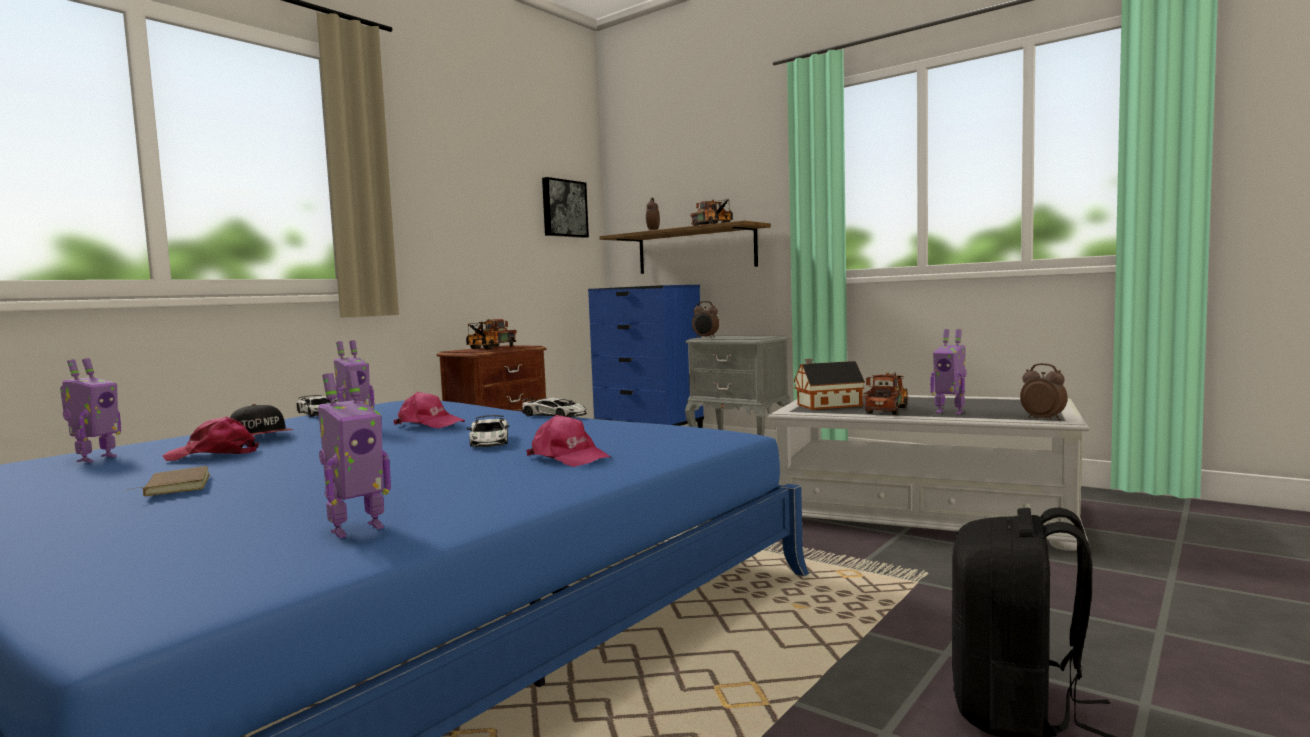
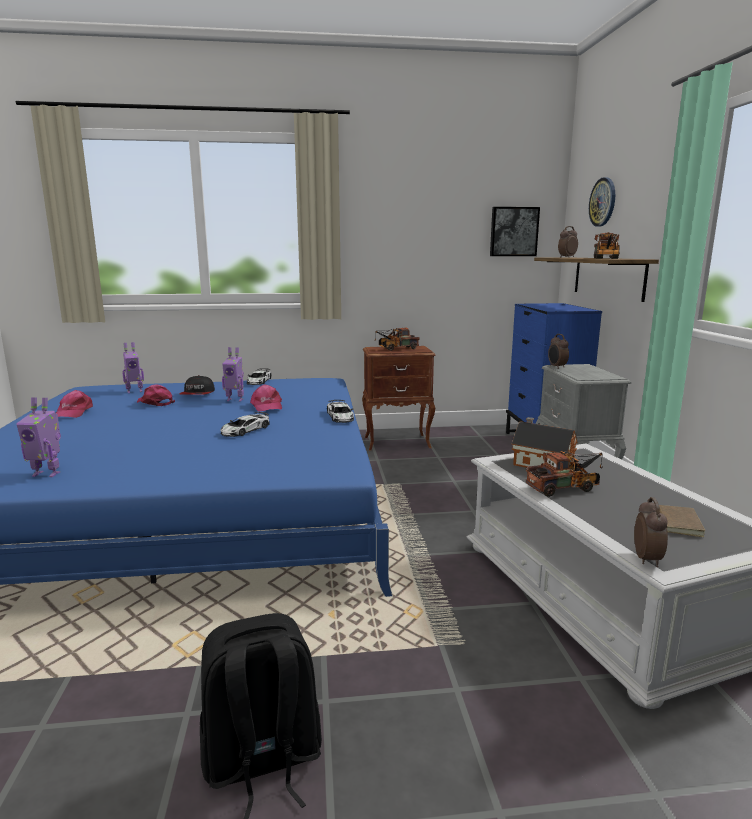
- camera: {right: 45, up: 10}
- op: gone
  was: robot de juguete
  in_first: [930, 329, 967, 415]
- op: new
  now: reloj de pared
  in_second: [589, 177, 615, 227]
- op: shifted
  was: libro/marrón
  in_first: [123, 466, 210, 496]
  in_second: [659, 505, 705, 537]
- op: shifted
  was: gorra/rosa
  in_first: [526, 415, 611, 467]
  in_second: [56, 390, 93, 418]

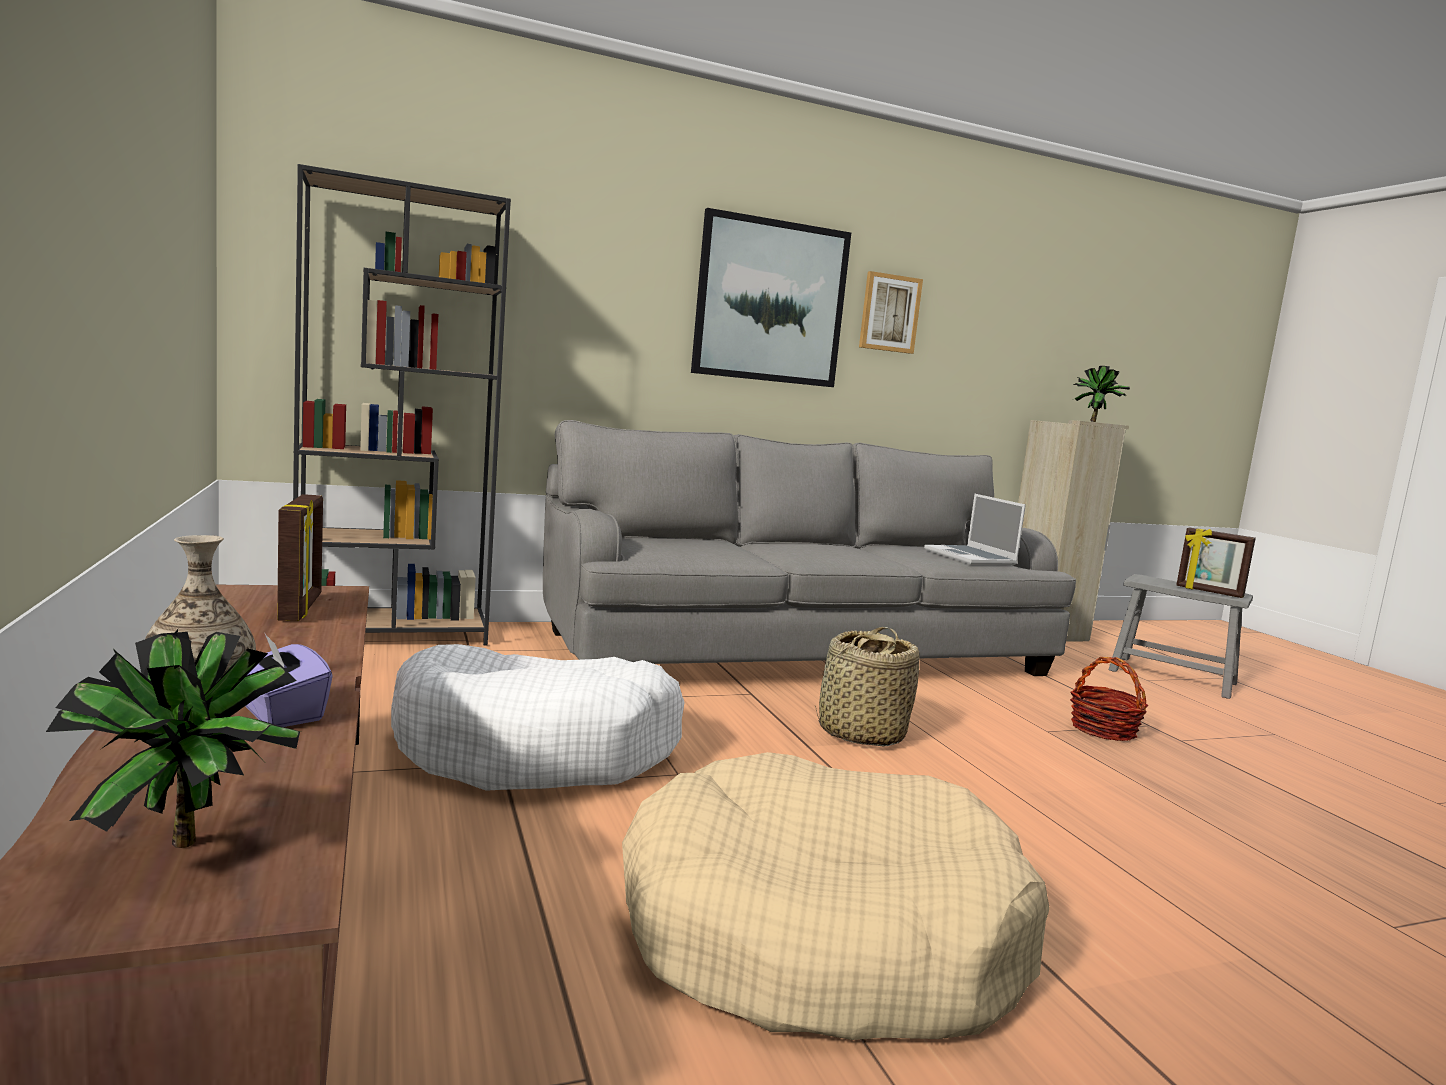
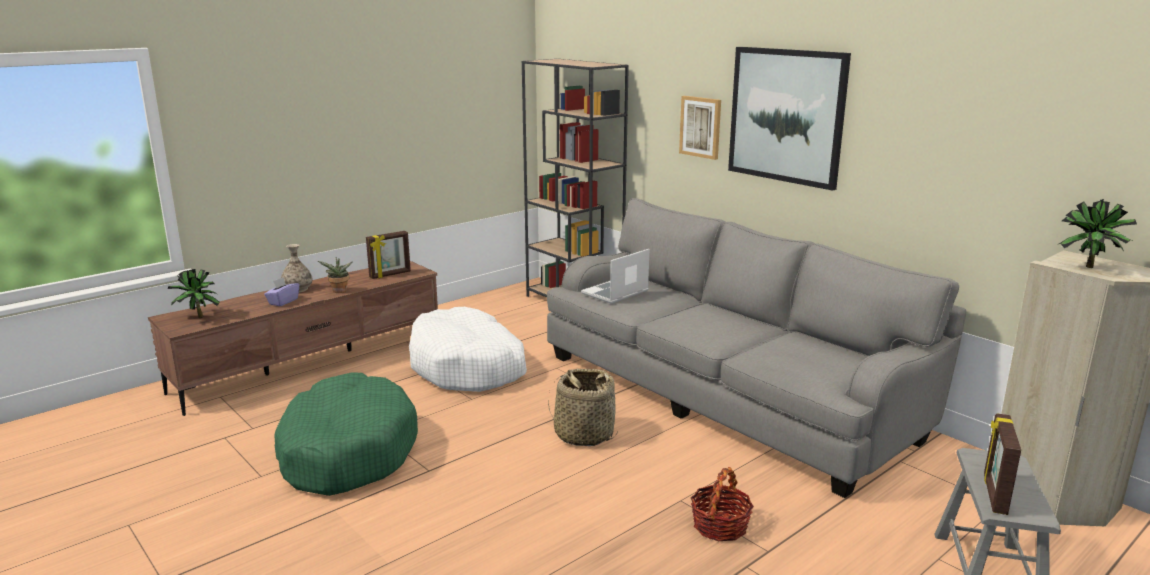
- camera: {right: 70, up: 10}
- op: new
  now: planta en maceta
  in_second: [318, 257, 352, 293]
- op: shifted
  was: cuadro
  in_first: [859, 271, 923, 354]
  in_second: [679, 96, 721, 160]
- op: shifted
  was: portátil
  in_first: [924, 494, 1026, 565]
  in_second: [581, 249, 649, 304]
- op: repainted
  was: cama para perro/beis
  now: cama para perro/verde
  in_first: [622, 752, 1050, 1040]
  in_second: [274, 372, 418, 496]

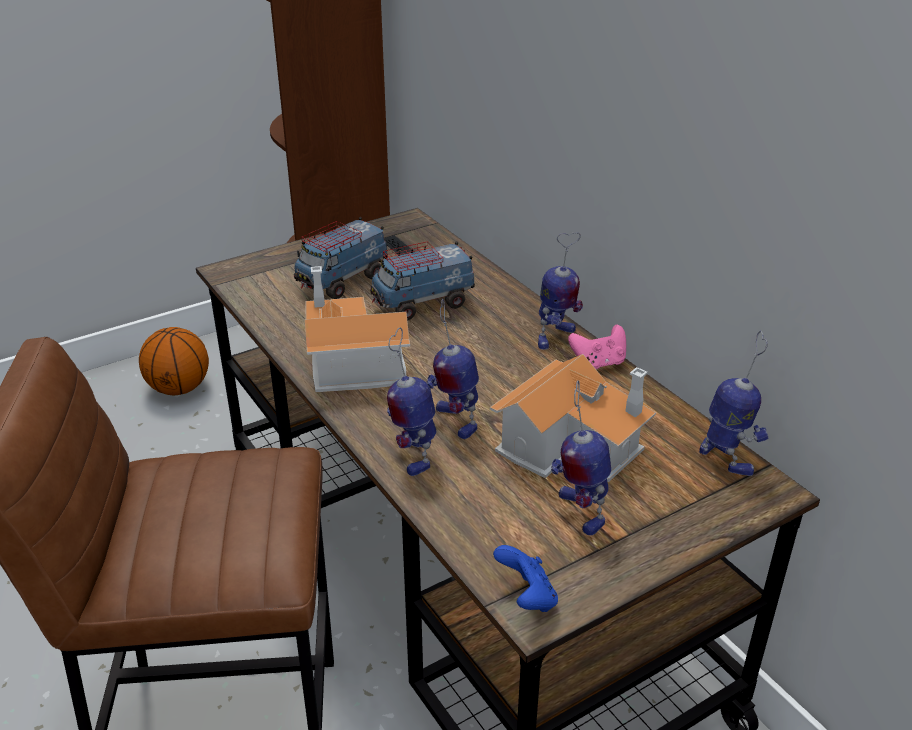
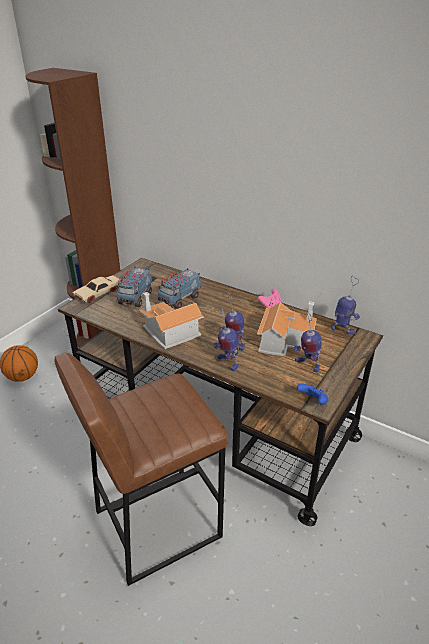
- camera: {right: -25, up: 0}
- op: gone
  was: robot de juguete
  in_first: [538, 232, 583, 350]
- op: new
  now: coche de juguete/beis
  in_second: [72, 275, 121, 303]

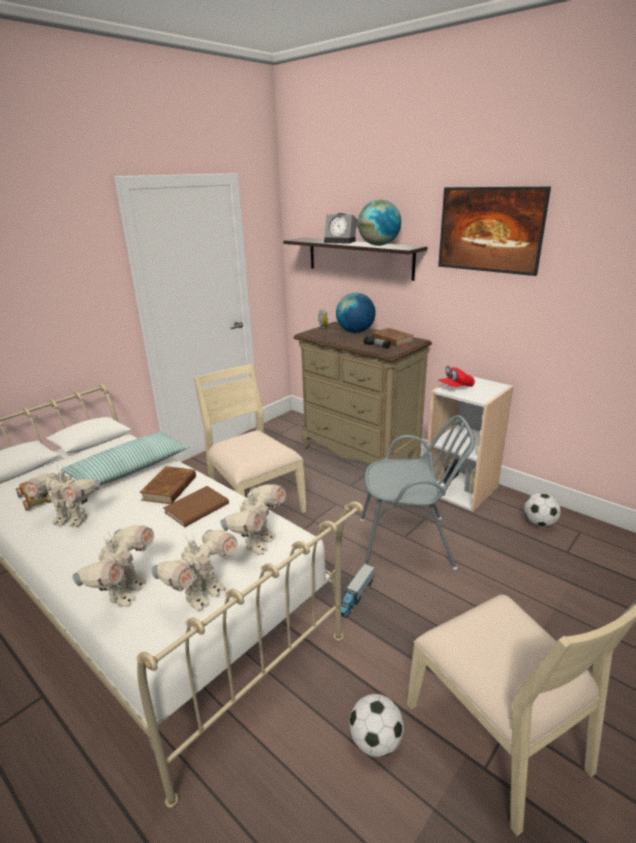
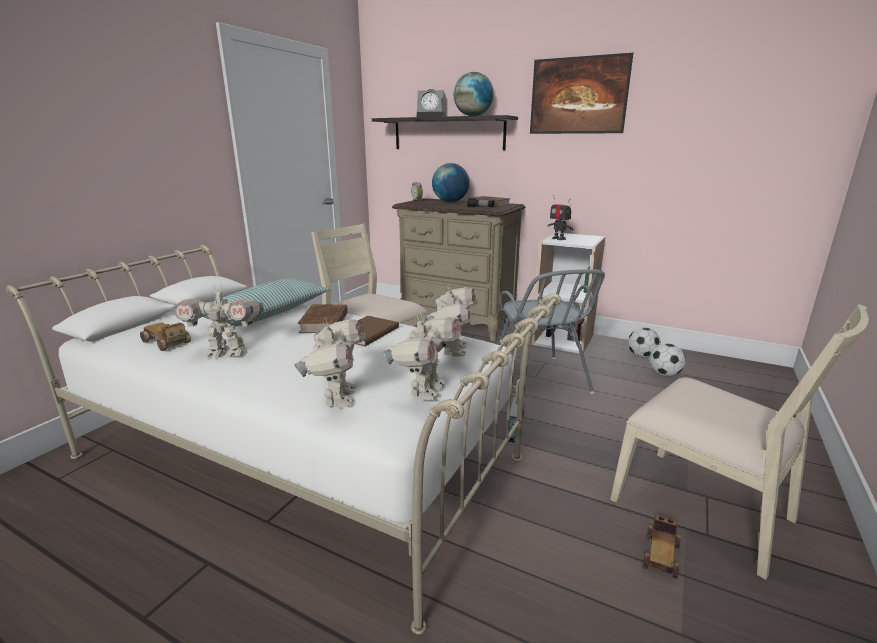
- camera: {right: -15, up: -5}
- op: new
  now: coche de juguete
  in_second: [643, 515, 681, 579]
- op: shifted
  was: balón de fútbol
  in_first: [350, 694, 404, 757]
  in_second: [649, 343, 686, 376]
- op: swapped
  was: gorra/rojo
  now: robot de juguete
  in_first: [438, 366, 475, 387]
  in_second: [547, 204, 573, 240]
- op: rotated
  was: silla/gris
  in_first: [360, 415, 475, 570]
  in_second: [498, 269, 605, 394]
  clockwise: 90

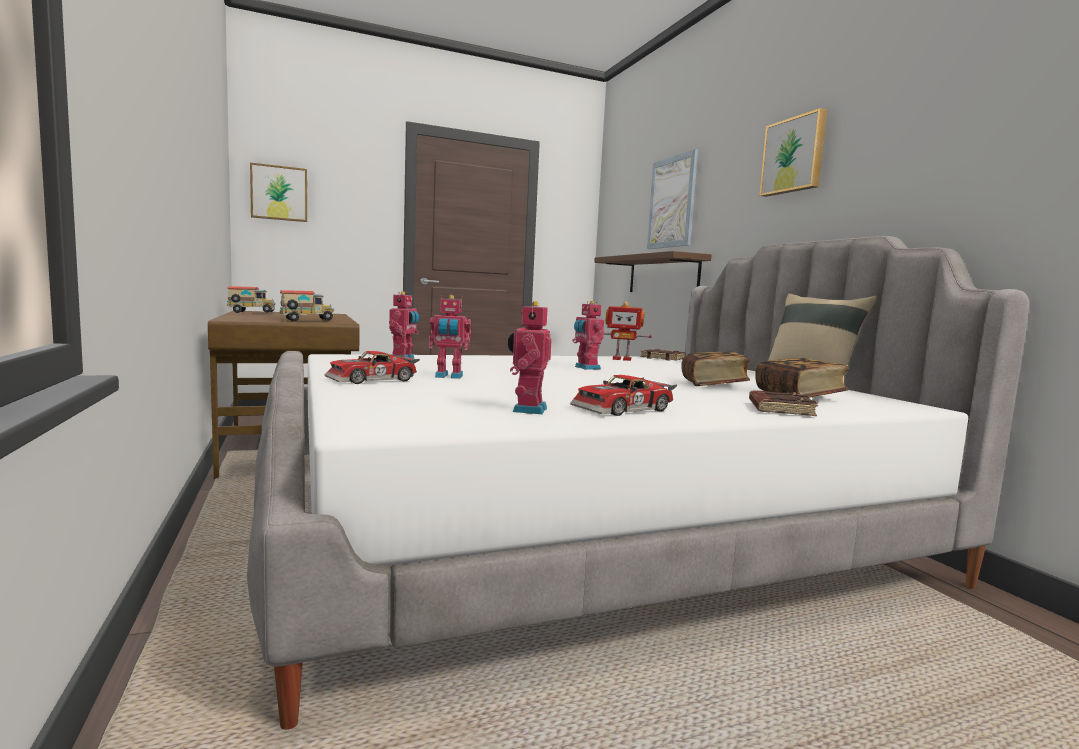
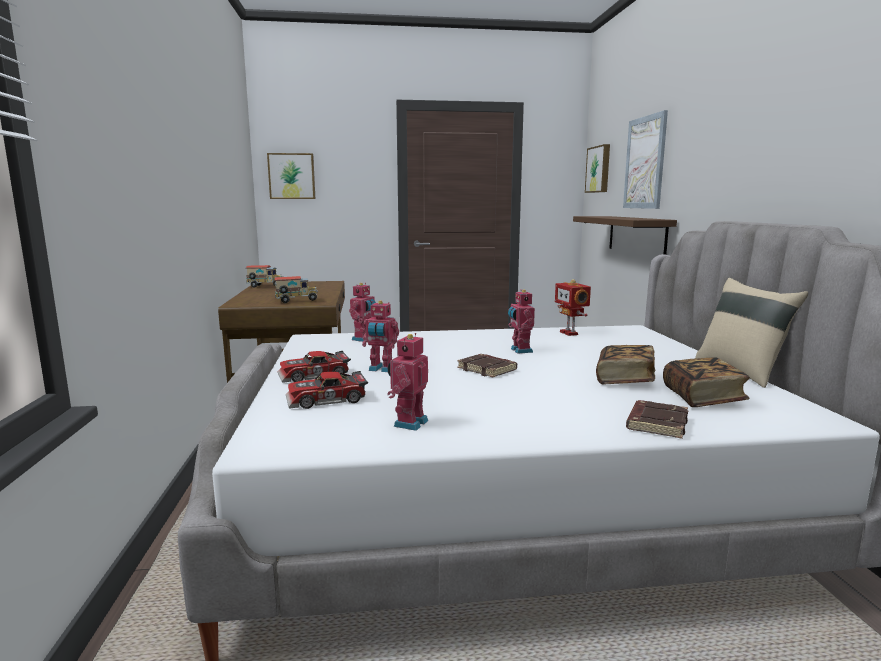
- camera: {right: 15, up: 5}
- op: shifted
  was: coche de juguete
  in_first: [570, 375, 677, 416]
  in_second: [286, 371, 368, 409]
- op: shifted
  was: libro/marrón
  in_first: [640, 349, 686, 361]
  in_second: [457, 354, 517, 377]
- op: shifted
  was: cuadro
  in_first: [759, 108, 827, 197]
  in_second: [585, 144, 610, 193]
- op: rotated
  was: robot de juguete
  in_first: [604, 302, 652, 361]
  in_second: [555, 279, 591, 336]
  clockwise: 45

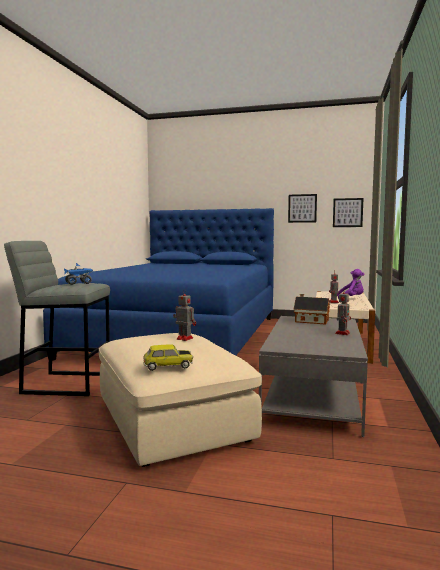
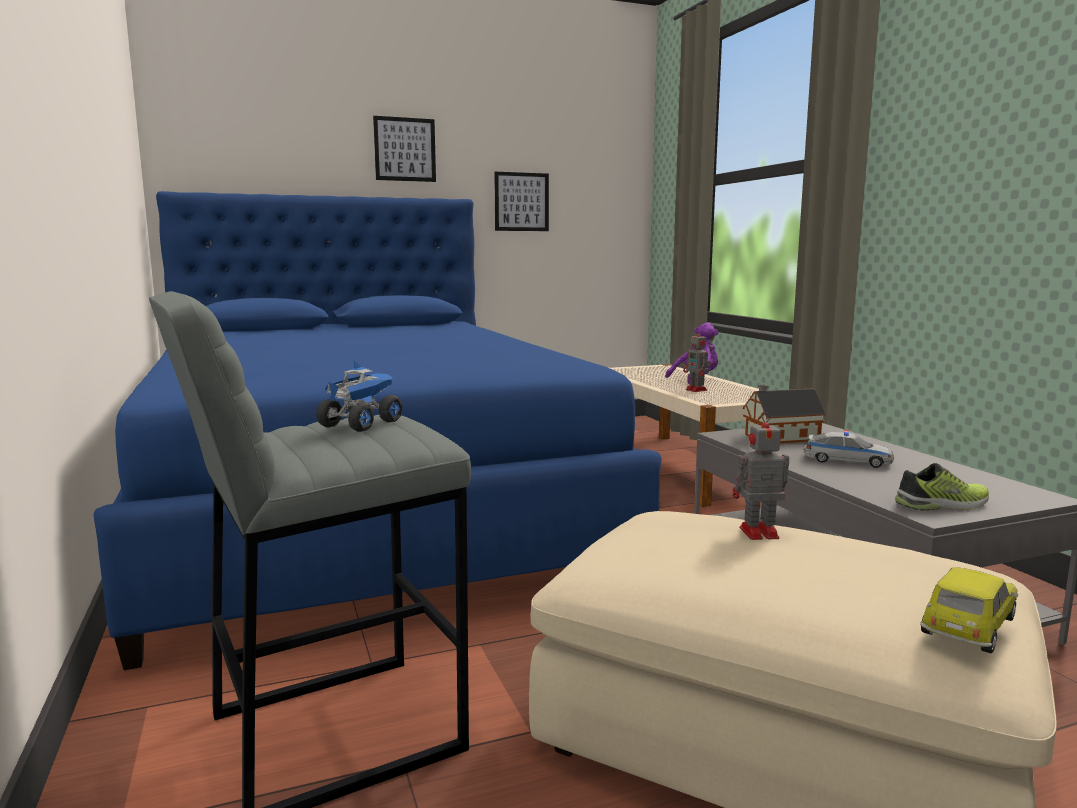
- camera: {right: -35, up: 5}
- op: gone
  was: robot de juguete
  in_first: [335, 289, 351, 335]
- op: new
  now: coche de juguete
  in_second: [804, 430, 894, 468]
- op: new
  now: zapato
  in_second: [895, 463, 989, 511]
- op: shifted
  was: cuadro
  in_first: [333, 198, 363, 227]
  in_second: [373, 116, 436, 182]

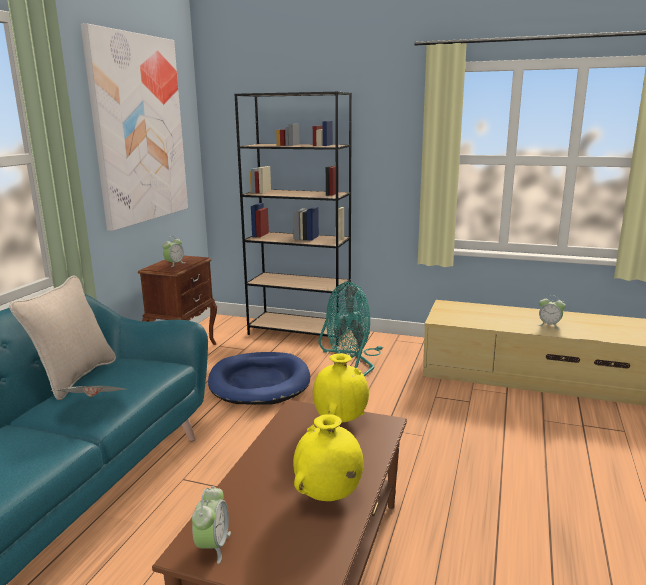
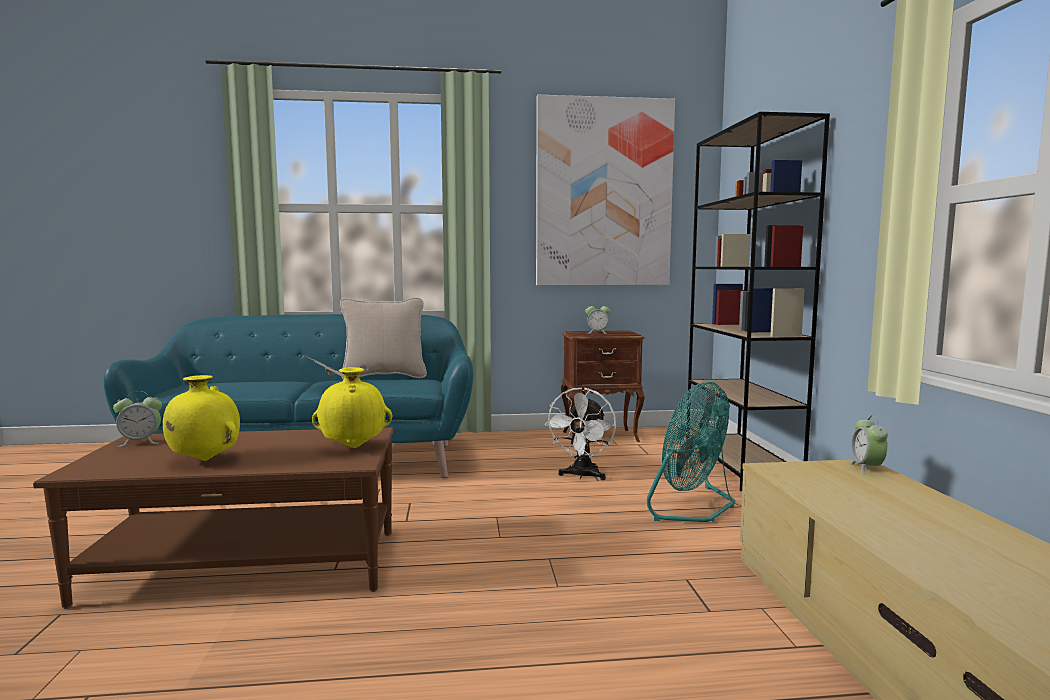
- camera: {right: 65, up: -10}
- op: shifted
  was: despertador
  in_first: [538, 295, 566, 329]
  in_second: [849, 415, 888, 474]
- op: swapped
  was: cama para perro/azul
  now: ventilador/blanco
  in_first: [208, 352, 310, 405]
  in_second: [545, 387, 616, 480]

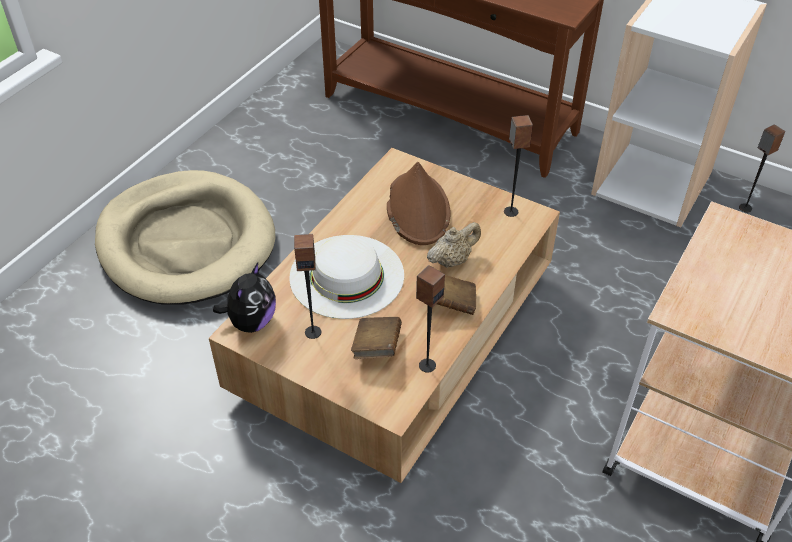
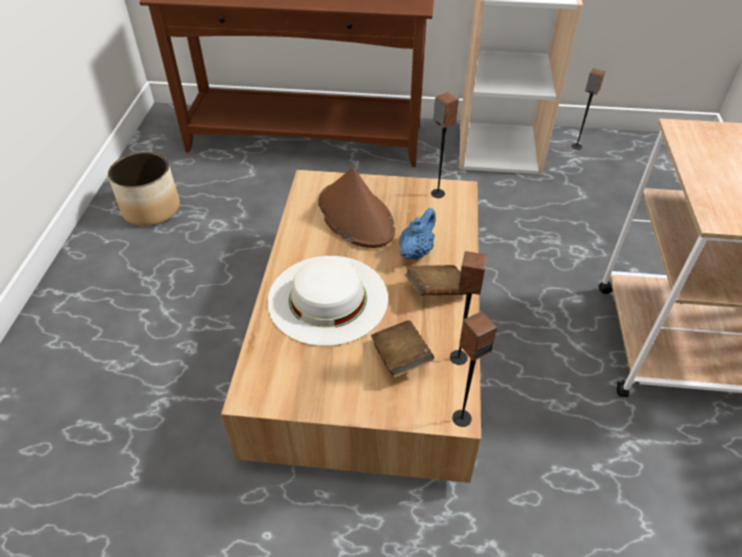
- camera: {right: -25, up: 0}
- op: gone
  was: cama para perro/beis
  in_first: [95, 170, 275, 305]
- op: gone
  was: peluche
  in_first: [213, 263, 276, 333]
- op: new
  now: maceta
  in_second: [108, 152, 180, 226]
- op: shifted
  was: altavoz
  in_first: [294, 234, 321, 339]
  in_second: [452, 311, 497, 427]
- op: repainted
  was: tetera/beis
  now: tetera/azul
  in_first: [427, 222, 481, 268]
  in_second: [399, 208, 436, 260]

